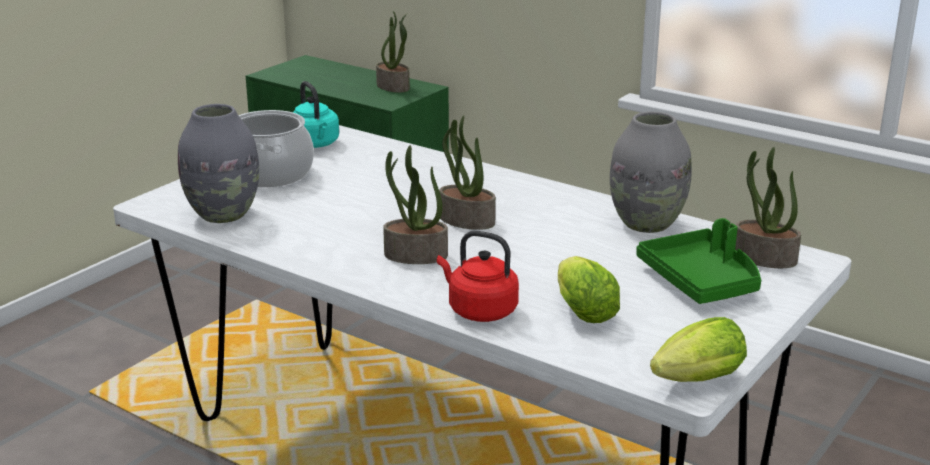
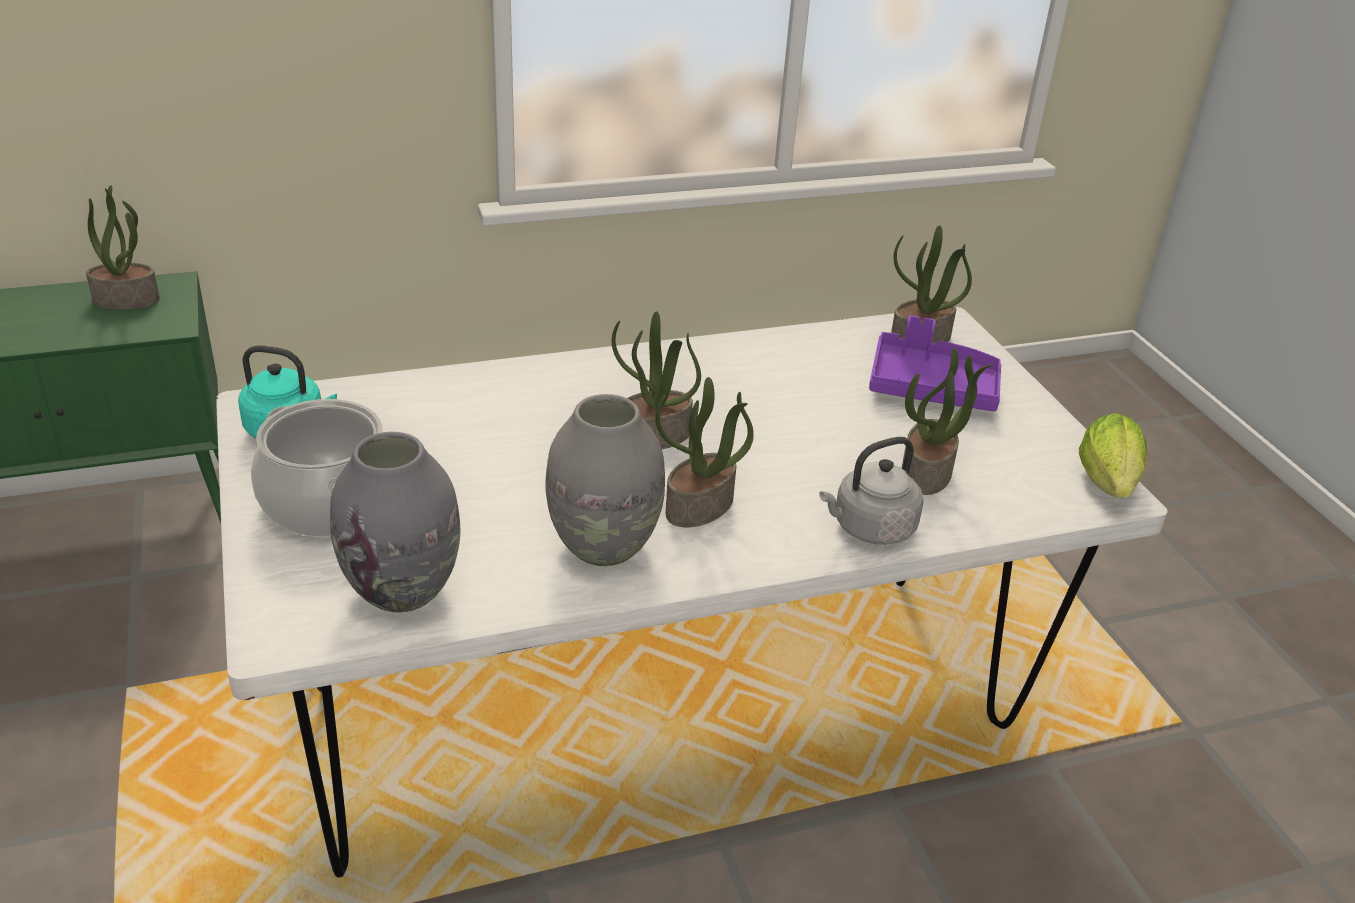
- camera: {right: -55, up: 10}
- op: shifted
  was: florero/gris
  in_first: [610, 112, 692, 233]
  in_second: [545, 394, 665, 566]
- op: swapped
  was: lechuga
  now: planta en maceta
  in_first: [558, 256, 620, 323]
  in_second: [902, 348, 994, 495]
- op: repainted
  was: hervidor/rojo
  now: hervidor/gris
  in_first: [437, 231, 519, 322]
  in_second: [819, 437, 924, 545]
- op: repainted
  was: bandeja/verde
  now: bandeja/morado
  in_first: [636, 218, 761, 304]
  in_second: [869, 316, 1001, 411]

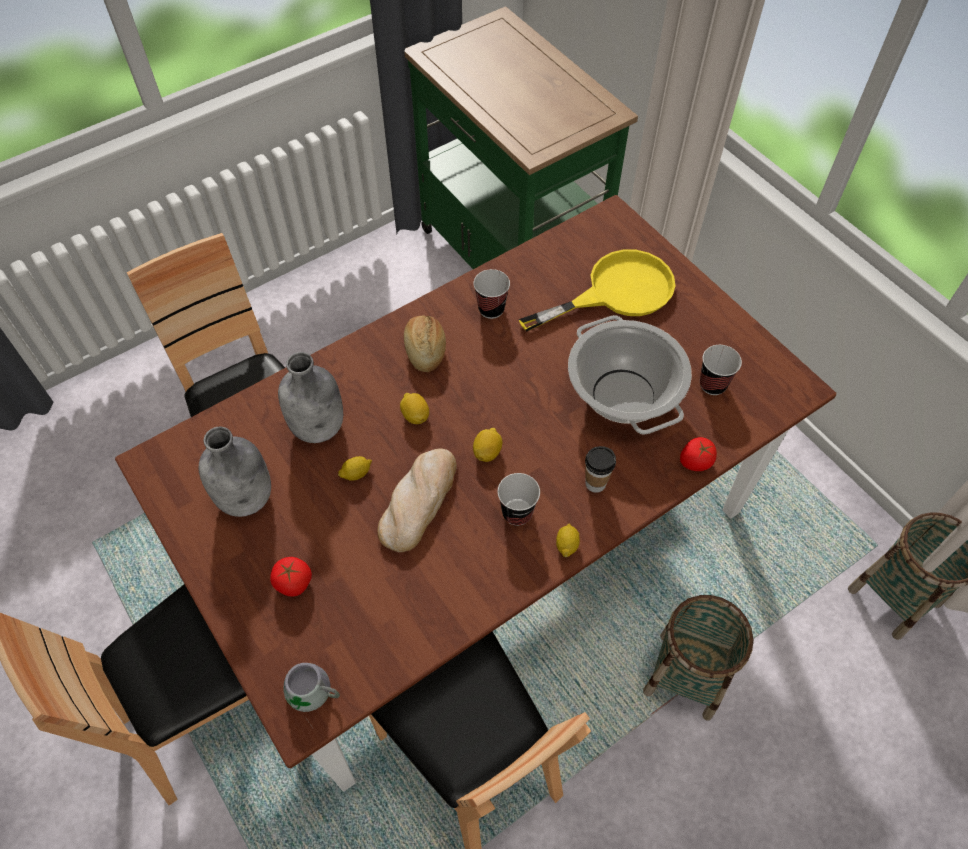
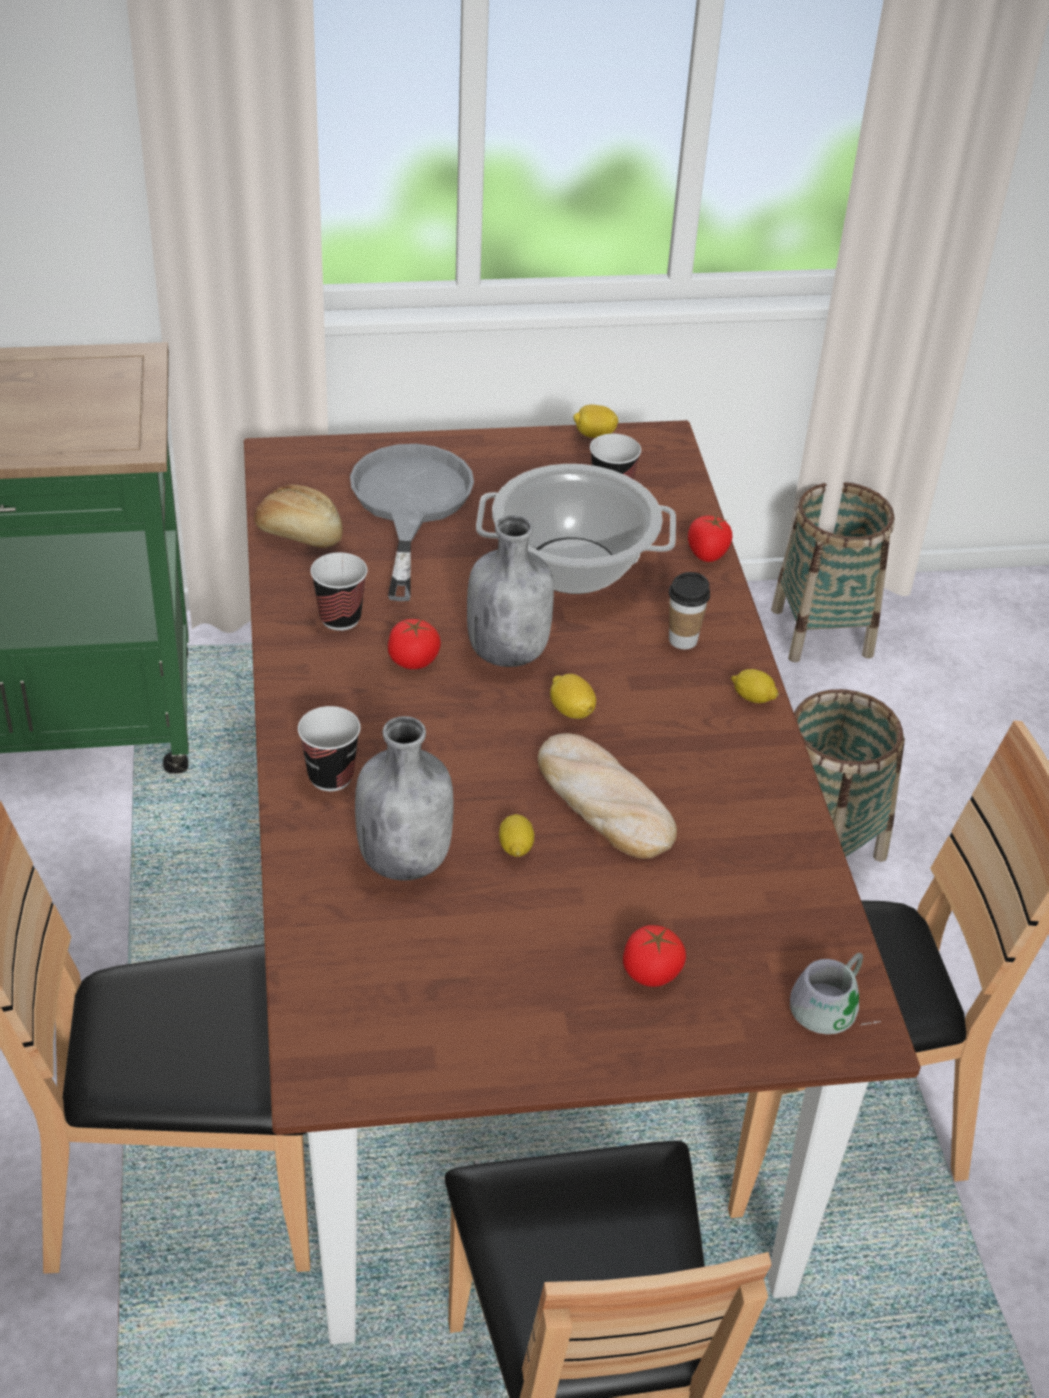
- camera: {right: -65, up: -15}
- op: new
  now: tomate
  in_second: [388, 619, 441, 669]
- op: shifted
  was: botella/gris
  in_first: [198, 427, 271, 517]
  in_second: [467, 515, 554, 667]
- op: shifted
  was: limón
  in_first: [400, 393, 429, 424]
  in_second: [573, 405, 619, 438]
- op: shifted
  was: pan
  in_first: [404, 315, 446, 372]
  in_second: [254, 485, 343, 548]
- op: shifted
  was: taza
  in_first: [498, 473, 540, 526]
  in_second: [298, 706, 361, 791]
- op: repainted
  was: sartén/amarillo
  now: sartén/gris
  in_first: [519, 249, 675, 332]
  in_second: [350, 444, 474, 601]

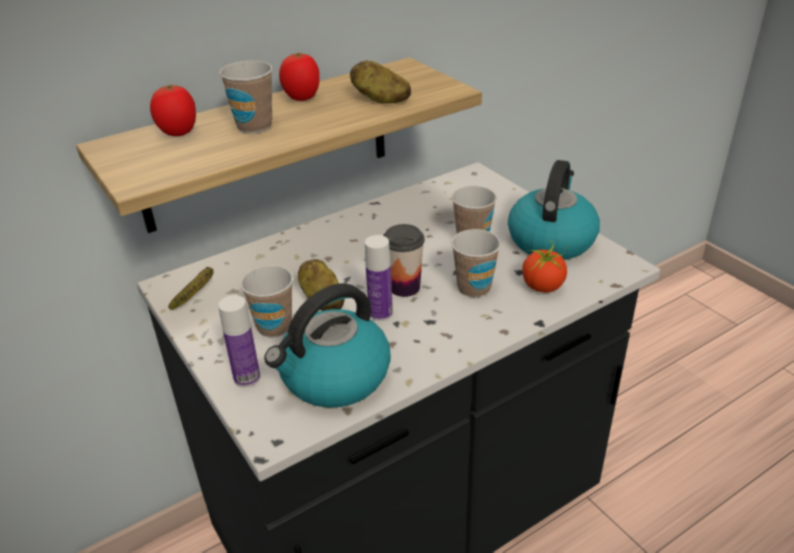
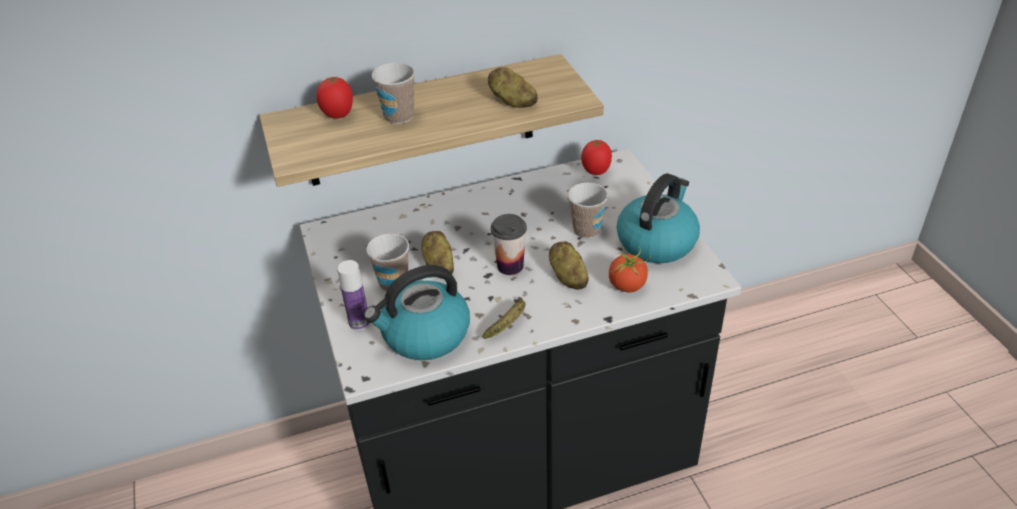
- camera: {right: 15, up: 5}
- op: gone
  was: botella
  in_first: [365, 235, 393, 321]
- op: shifted
  was: plátano
  in_first: [168, 267, 214, 310]
  in_second: [482, 297, 526, 339]
- op: shifted
  was: tomate
  in_first: [279, 53, 320, 101]
  in_second: [581, 140, 612, 175]
- op: swapped
  was: taza
  now: patata
  in_first: [451, 229, 501, 298]
  in_second: [549, 241, 589, 290]

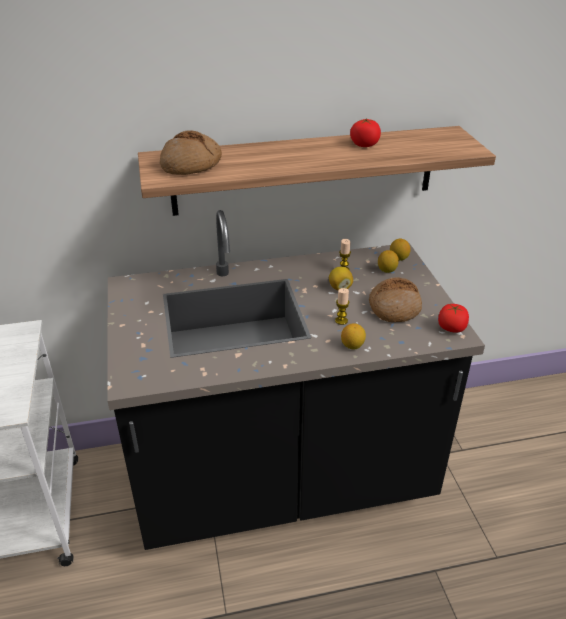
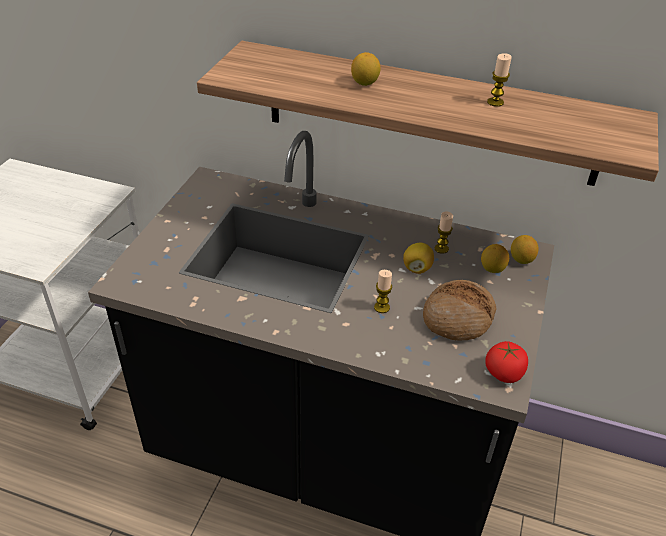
- camera: {right: 30, up: 5}
- op: gone
  was: pan
  in_first: [160, 130, 222, 175]
- op: shifted
  was: limón
  in_first: [341, 323, 366, 350]
  in_second: [351, 52, 381, 86]
- op: swapped
  was: tomate
  now: vela
  in_first: [350, 119, 381, 147]
  in_second: [487, 53, 512, 107]

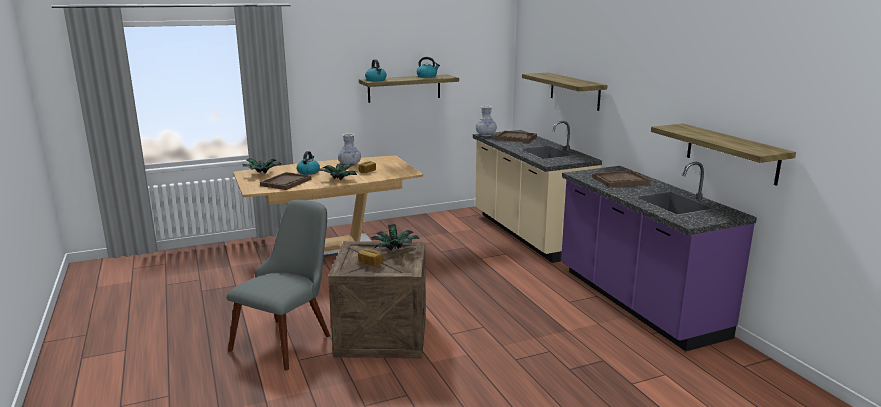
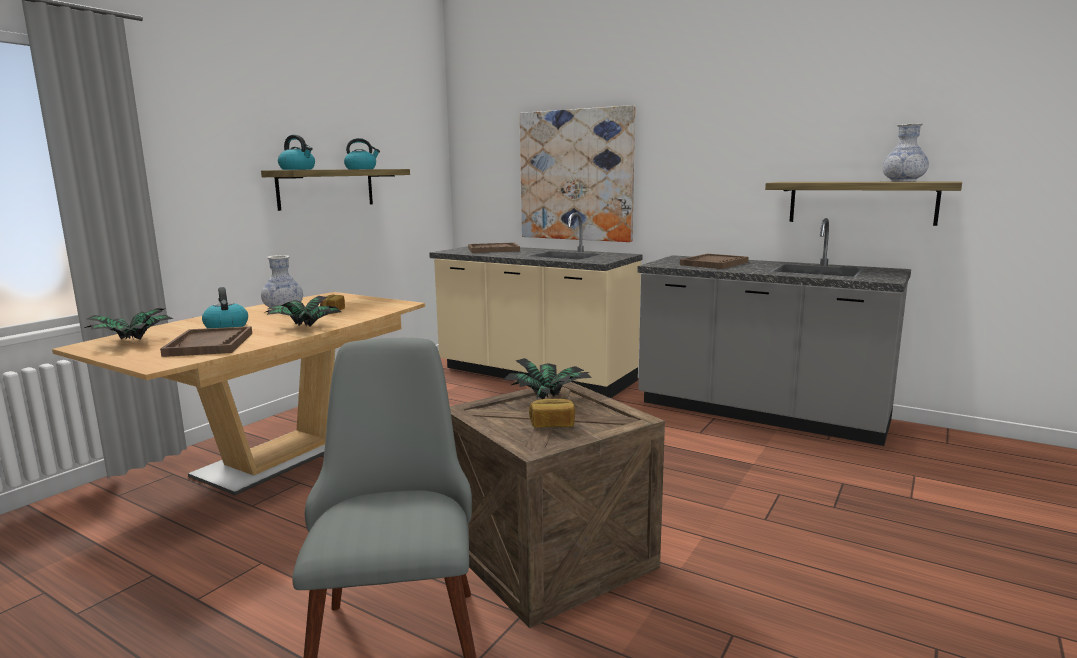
- camera: {right: -35, up: -5}
- op: shifted
  was: florero
  in_first: [476, 106, 497, 136]
  in_second: [882, 123, 929, 182]
- op: swapped
  was: estante
  now: cuadro
  in_first: [522, 73, 608, 111]
  in_second: [520, 105, 635, 242]
- op: repainted
  was: mueble bajo de cocina/morado
  now: mueble bajo de cocina/gris
  in_first: [561, 162, 757, 351]
  in_second: [637, 218, 911, 446]

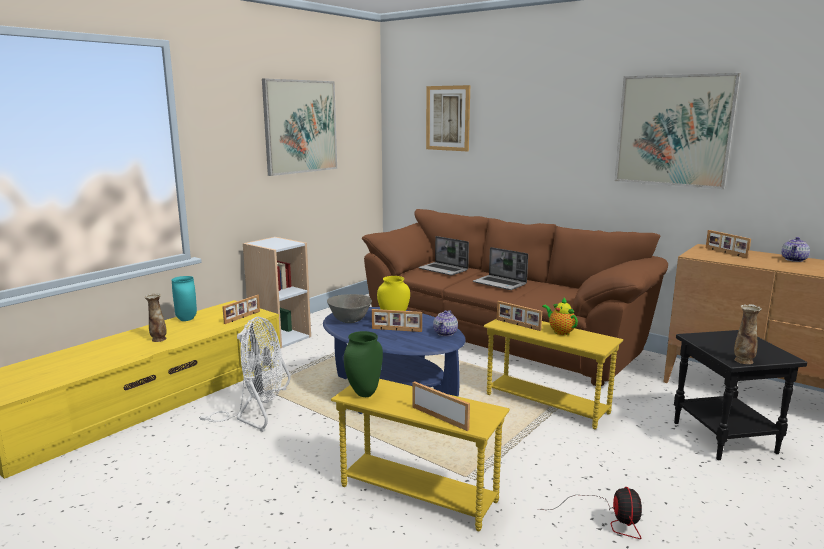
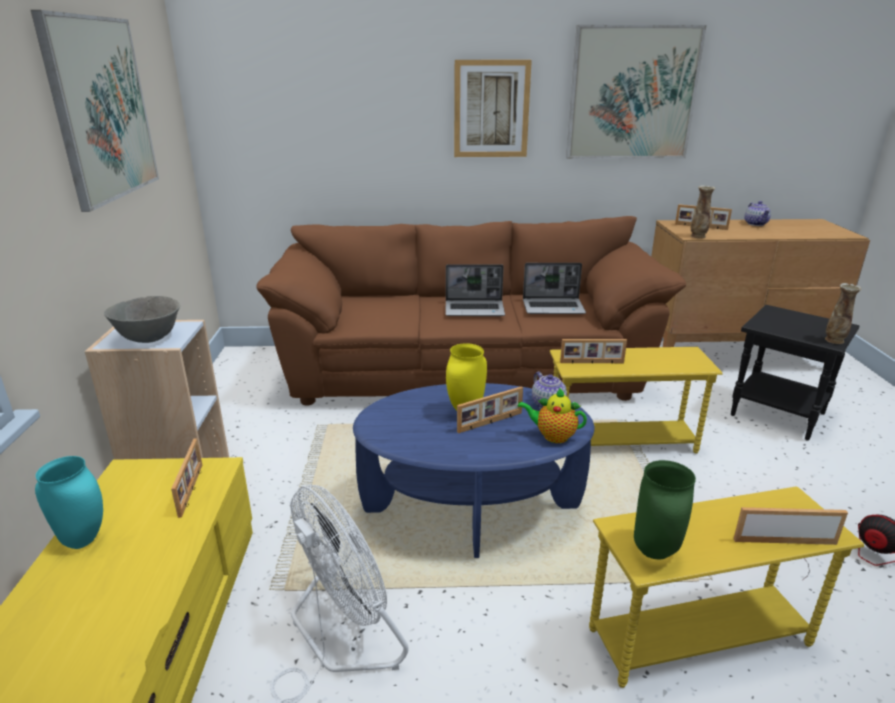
- camera: {right: -40, up: 10}
- op: shifted
  was: florero
  in_first: [145, 293, 167, 342]
  in_second: [691, 185, 715, 239]
- op: shifted
  was: cuenco/gris
  in_first: [327, 294, 372, 323]
  in_second: [104, 296, 180, 343]
- op: shifted
  was: portátil
  in_first: [418, 236, 469, 276]
  in_second: [523, 263, 586, 314]
- op: shifted
  was: cuadro
  in_first: [426, 85, 470, 152]
  in_second: [454, 60, 532, 157]
- op: shifted
  was: tetera
  in_first: [542, 298, 578, 335]
  in_second: [517, 388, 587, 443]

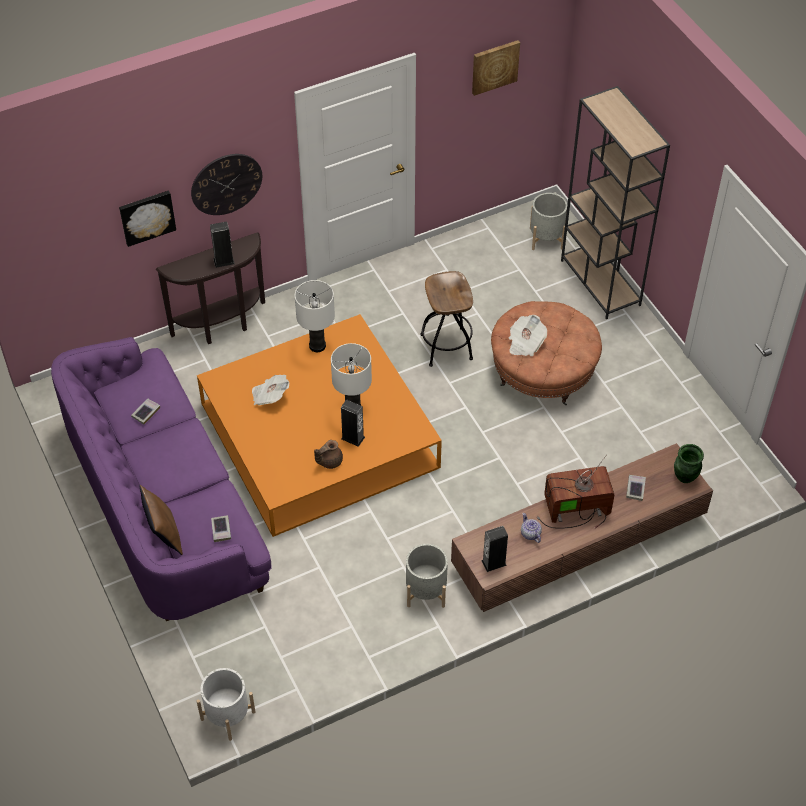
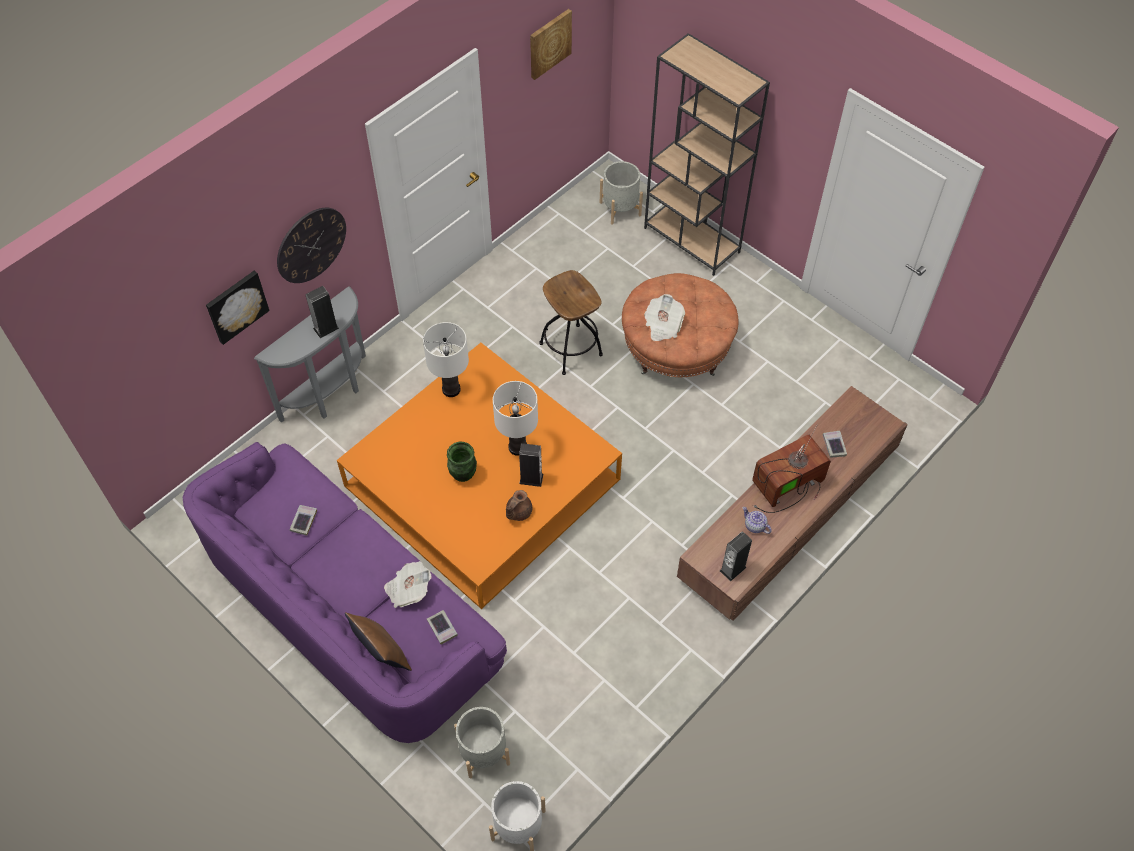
- camera: {right: -20, up: 5}
- op: shifted
  was: periódico
  in_first: [252, 375, 289, 405]
  in_second: [384, 561, 432, 608]
- op: shifted
  was: maceta/gris
  in_first: [406, 544, 448, 608]
  in_second: [454, 707, 510, 778]
- op: shifted
  was: florero/verde
  in_first: [674, 444, 704, 483]
  in_second: [447, 442, 477, 482]
- op: repainted
  was: mesa consola/marrón
  now: mesa consola/gris
  in_first: [155, 232, 265, 344]
  in_second: [254, 286, 366, 423]

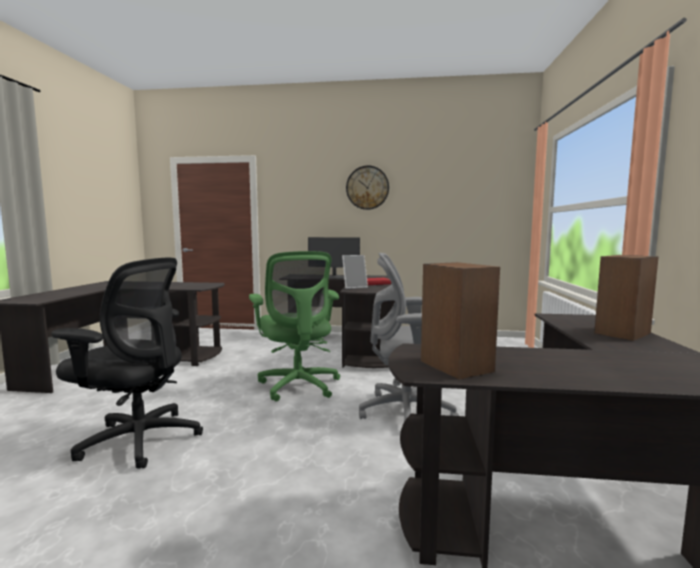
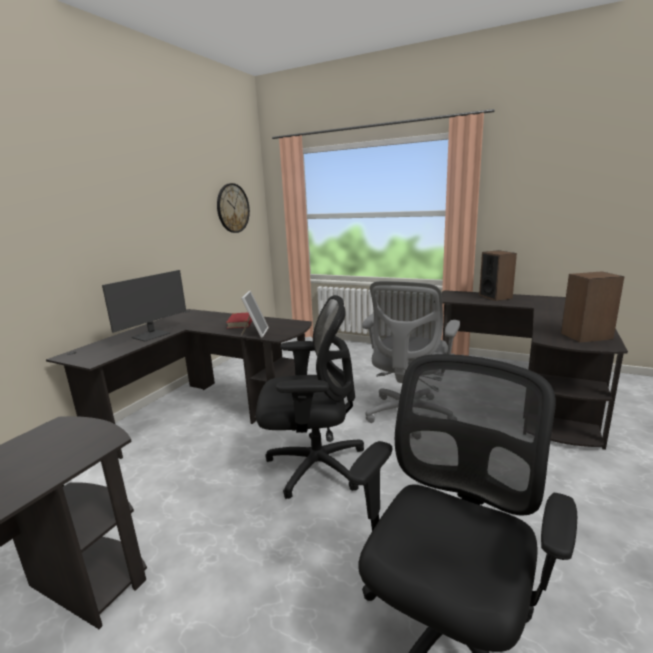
- camera: {right: -70, up: 10}
- op: shifted
  was: reloj de pared
  in_first: [346, 165, 389, 210]
  in_second: [217, 183, 250, 233]
- op: repainted
  was: silla de oficina/verde
  now: silla de oficina/negro
  in_first: [249, 251, 340, 401]
  in_second: [256, 295, 364, 499]

